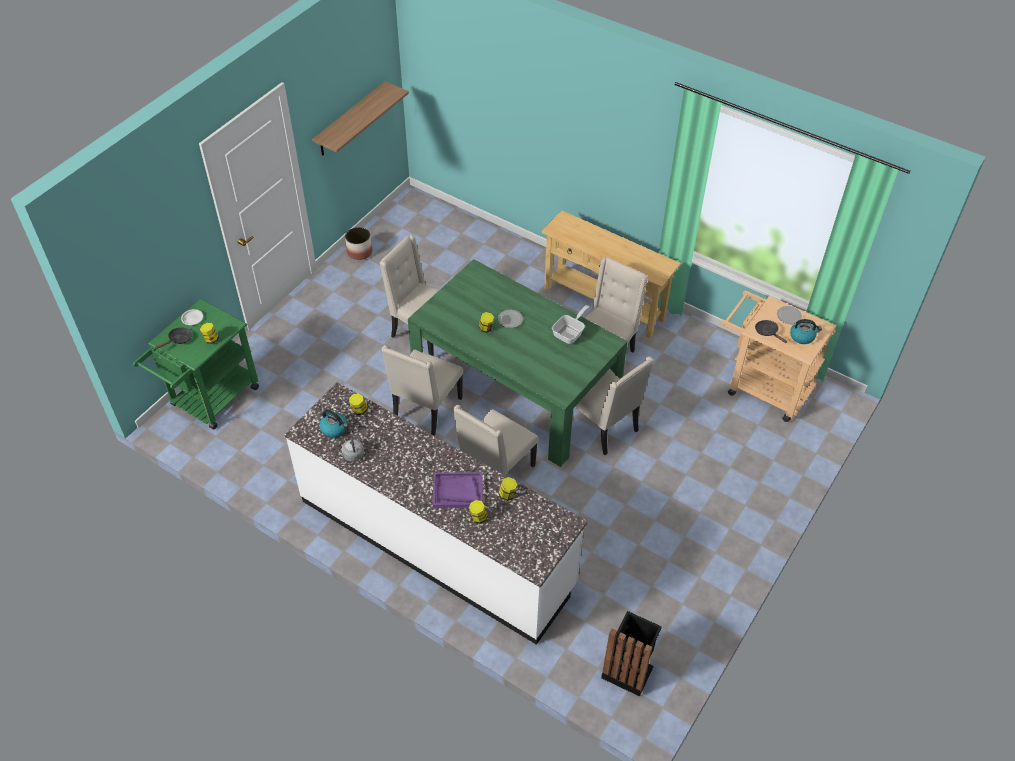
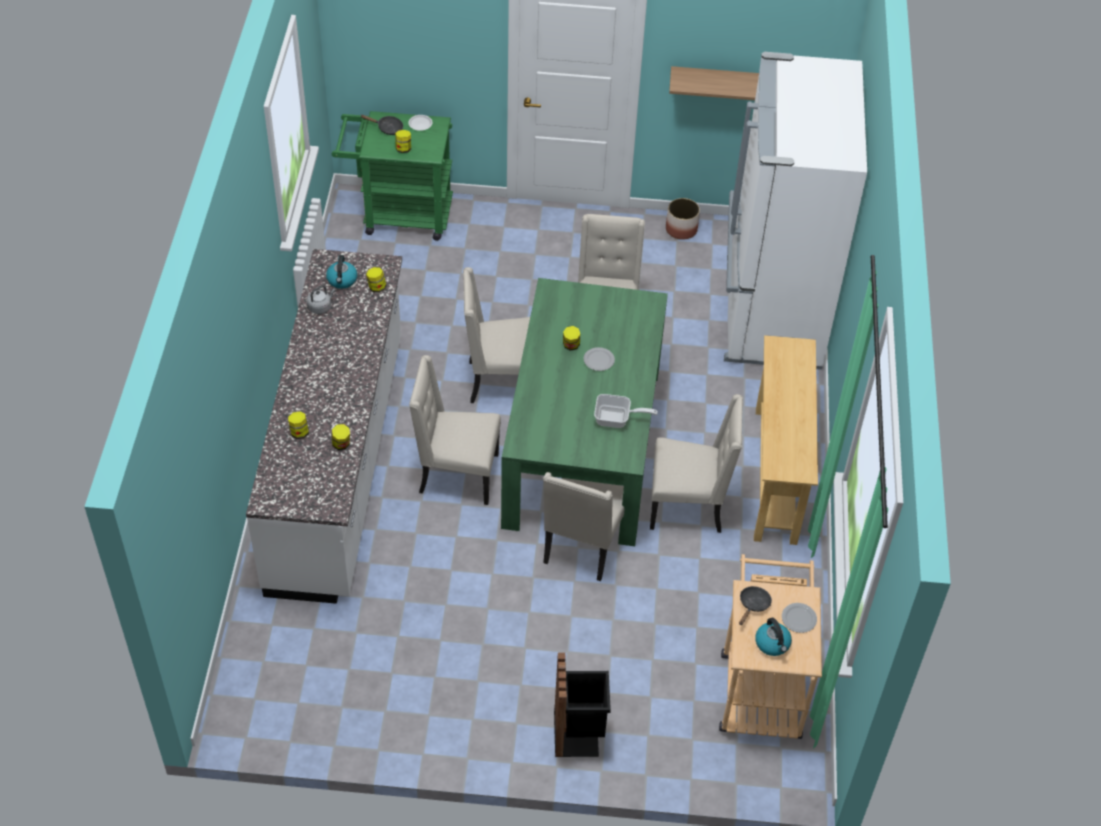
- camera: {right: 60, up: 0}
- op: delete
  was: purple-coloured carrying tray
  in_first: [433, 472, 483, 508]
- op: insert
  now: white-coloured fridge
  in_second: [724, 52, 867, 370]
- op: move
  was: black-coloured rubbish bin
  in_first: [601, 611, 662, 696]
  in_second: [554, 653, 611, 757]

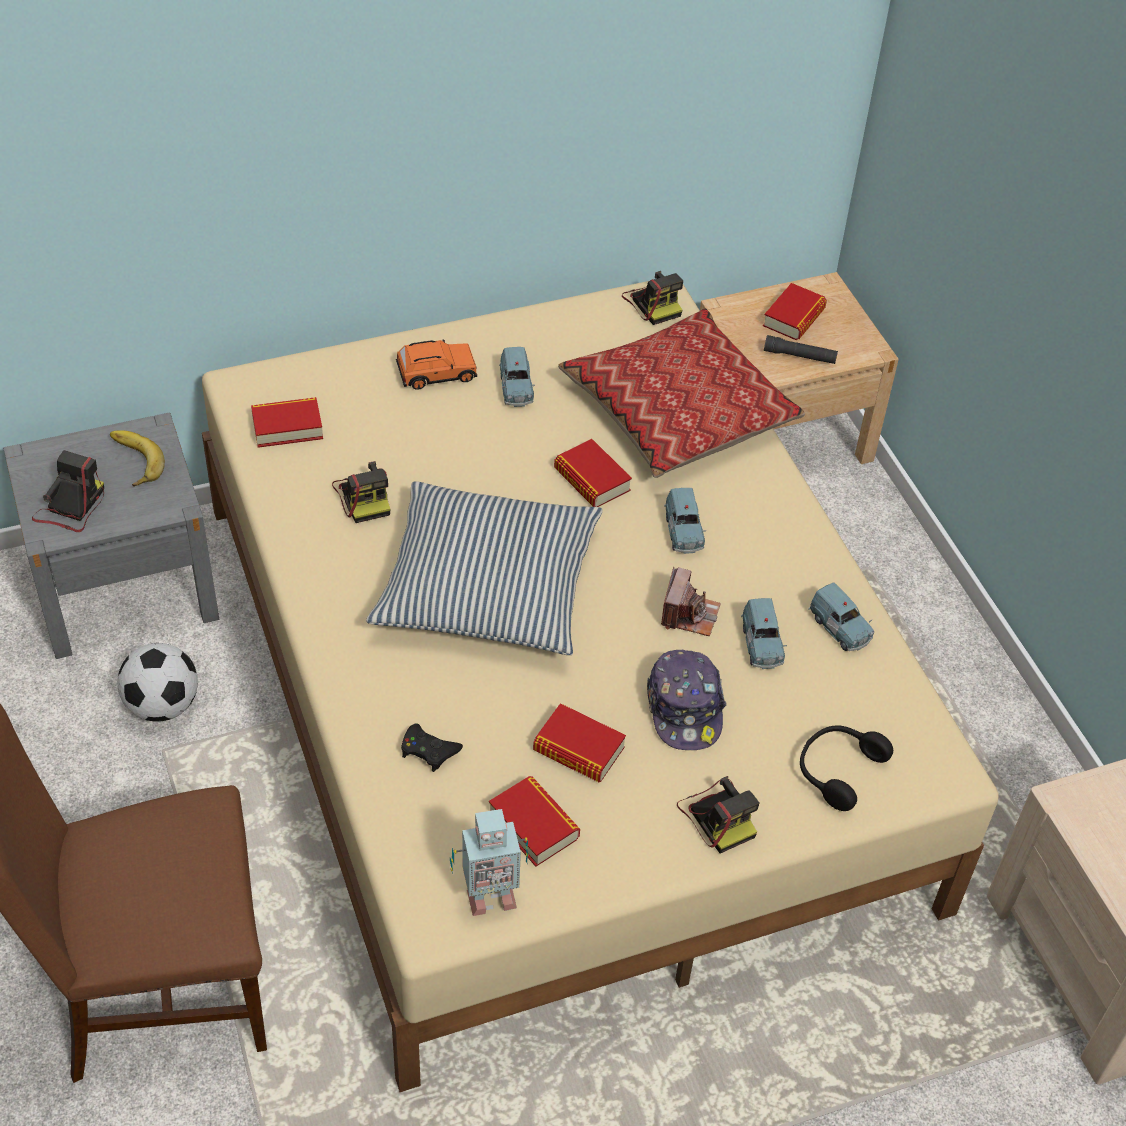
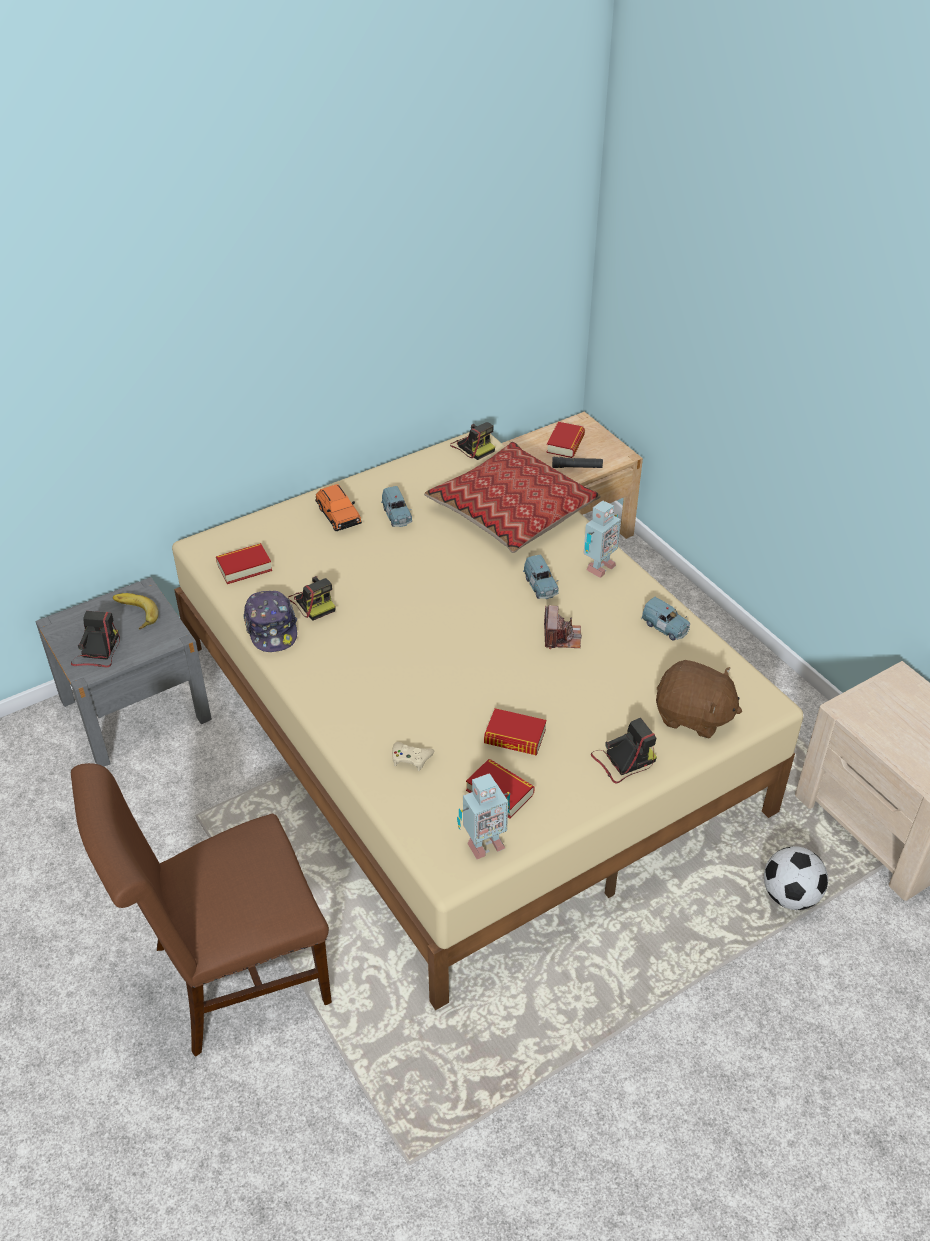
- camera: {right: -10, up: -5}
- op: delete
  was: throw pillow
  in_first: [366, 481, 603, 655]
- op: delete
  was: volume
  in_first: [554, 439, 632, 507]
- op: delete
  was: blue-coloured model car
  in_first: [741, 598, 787, 669]
- op: insert
  now: robot figure
  in_second: [583, 500, 621, 578]
- op: move
  was: football ball
  in_first: [117, 643, 198, 722]
  in_second: [764, 846, 828, 910]
- op: move
  was: peaked cap
  in_first: [647, 650, 726, 750]
  in_second: [243, 591, 298, 652]
- op: replace
  was: black-coloured pair of headphones
  now: brownish soft toy
  in_first: [800, 725, 893, 811]
  in_second: [656, 660, 742, 739]
- op: recolor
  was: black-coloured game controller
  now: beige game controller
  in_first: [401, 723, 463, 772]
  in_second: [392, 742, 434, 771]
- op: rotate
  was: orange model car
  in_first: [396, 339, 477, 390]
  in_second: [315, 484, 362, 531]
  clockwise: 90
- op: rotate
  was: photo camera
  in_first: [677, 776, 759, 853]
  in_second: [591, 718, 657, 783]
  clockwise: -75

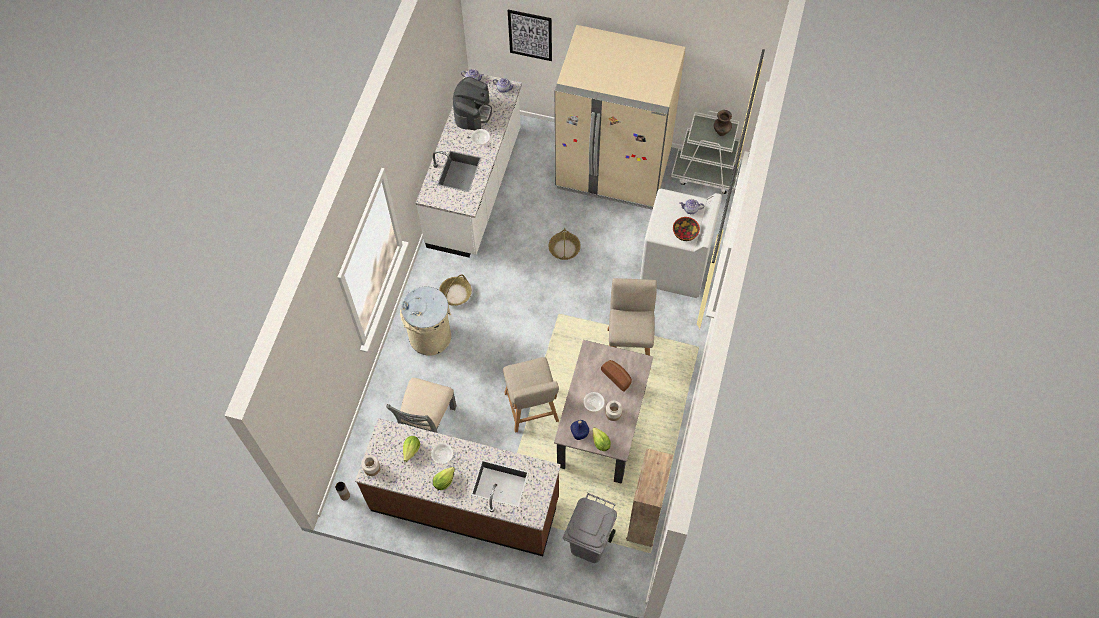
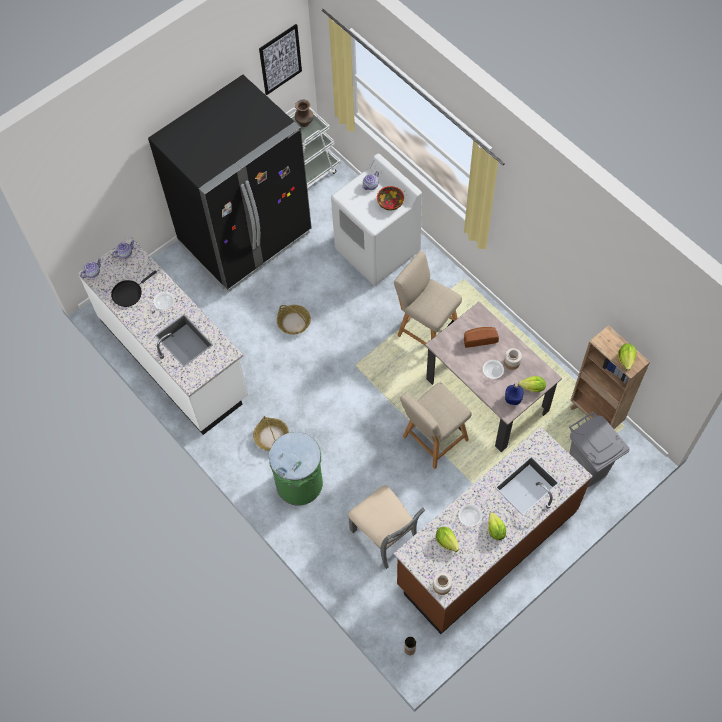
- camera: {right: -55, up: 0}
- op: insert
  now: head of lettuce
  in_second: [618, 343, 636, 371]
- op: move
  was: wall picture
  in_first: [508, 10, 552, 61]
  in_second: [259, 24, 302, 95]
- op: replace
  was: coffee maker
  now: black-coloured skillet
  in_first: [453, 77, 492, 130]
  in_second: [111, 271, 157, 307]
- op: recolor
  was: beige rubbish bin
  now: green-coloured rubbish bin
  in_first: [400, 286, 451, 356]
  in_second: [269, 432, 323, 505]
- op: recolor
  was: beige fridge
  now: black-coloured fridge
  in_first: [555, 25, 686, 210]
  in_second: [148, 75, 312, 293]
- op: rotate
  was: beige upright chair
  in_first: [503, 357, 559, 433]
  in_second: [400, 382, 471, 469]
  clockwise: 120

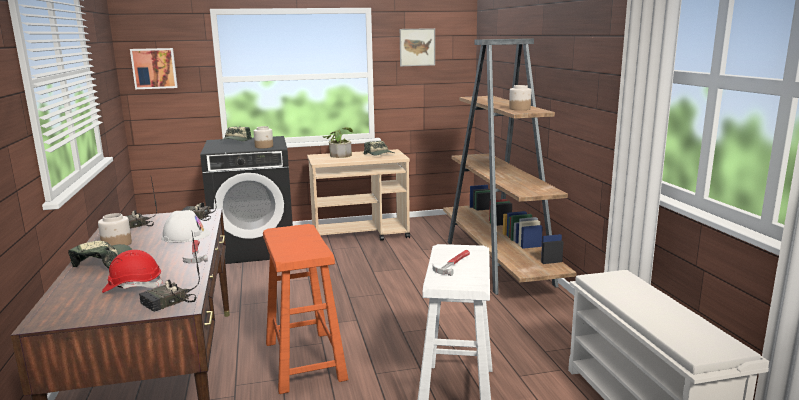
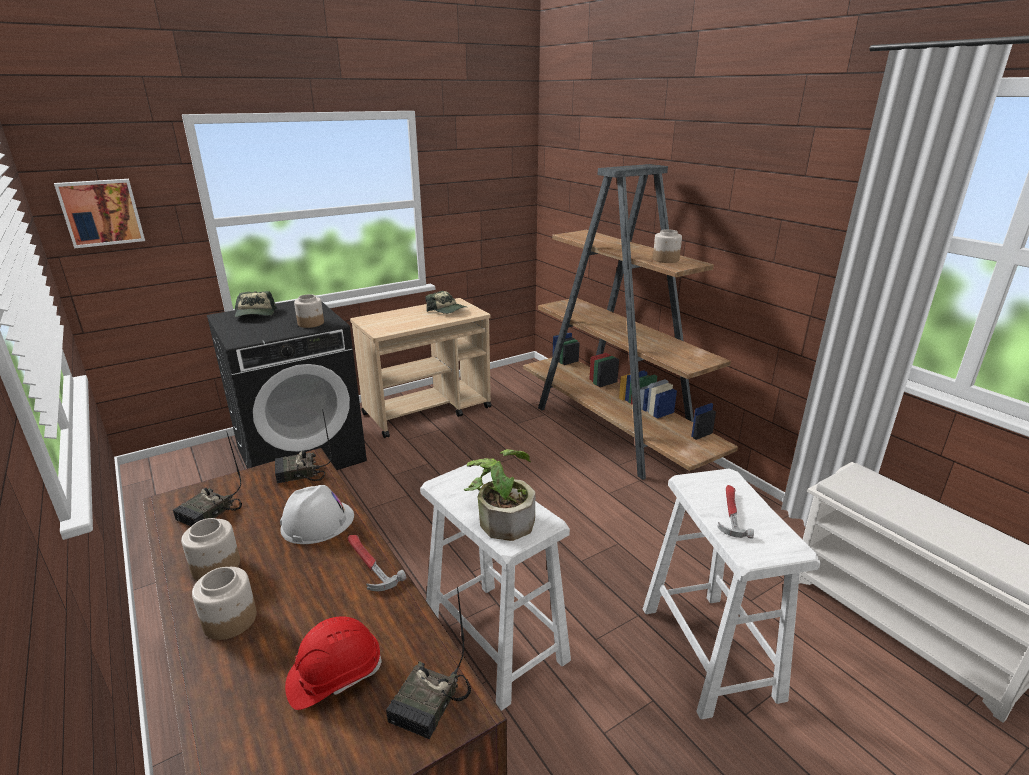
- camera: {right: -20, up: 10}
- op: delete
  was: wall picture
  in_first: [400, 28, 435, 66]
- op: move
  was: potted plant
  in_first: [323, 127, 353, 158]
  in_second: [463, 449, 535, 541]
- op: replace
  was: peaked cap
  now: storage jar
  in_first: [68, 241, 133, 269]
  in_second: [192, 567, 257, 640]
- op: recolor
  was: orange sitting stool
  now: white-coloured sitting stool
  in_first: [263, 224, 348, 394]
  in_second: [420, 465, 571, 711]

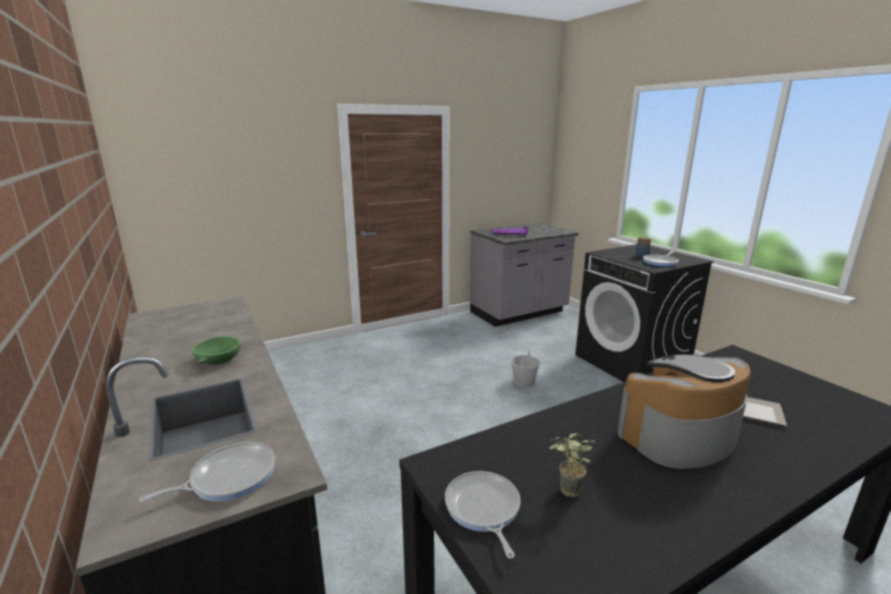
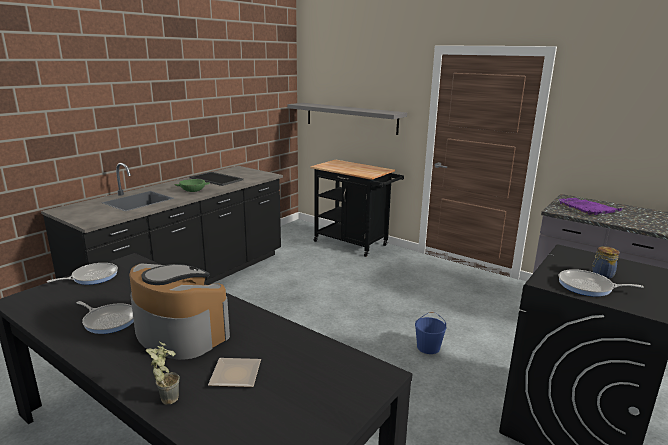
- camera: {right: 65, up: 0}
- op: insert
  now: carrying tray
  in_second: [190, 172, 243, 186]
- op: insert
  now: grey shelf
  in_second: [287, 103, 407, 135]
- op: insert
  now: black-coloured trolley
  in_second: [310, 160, 404, 257]
- op: move
  was: skillet
  in_first: [139, 442, 275, 502]
  in_second: [76, 301, 134, 334]
- op: move
  was: potted plant
  in_first: [549, 433, 596, 497]
  in_second: [145, 341, 180, 405]
- op: recolor
  was: white-coloured pail
  now: blue-coloured pail
  in_first: [511, 348, 540, 388]
  in_second: [415, 312, 446, 354]

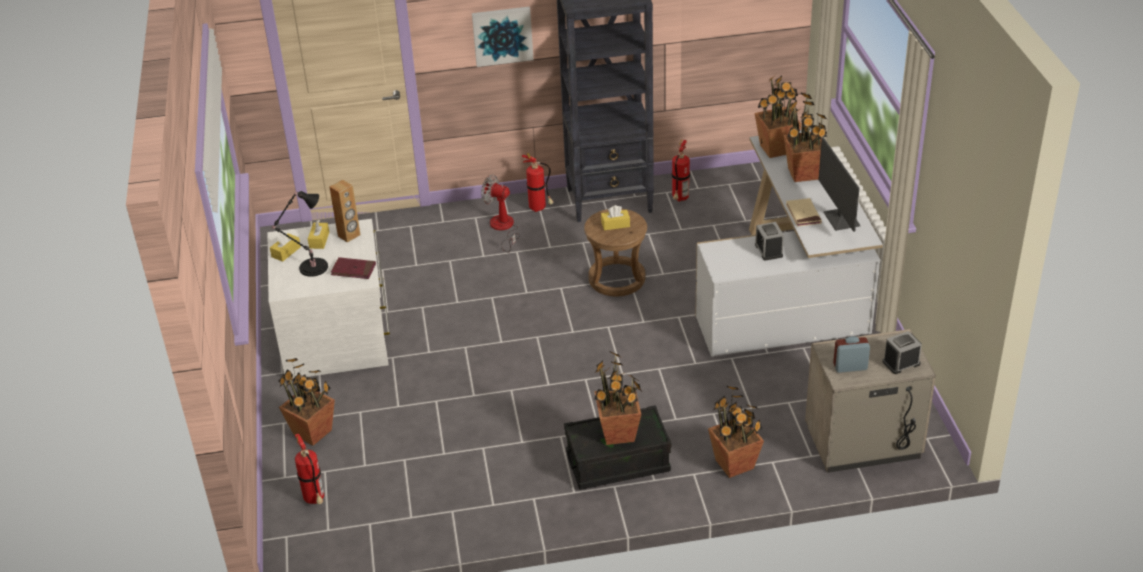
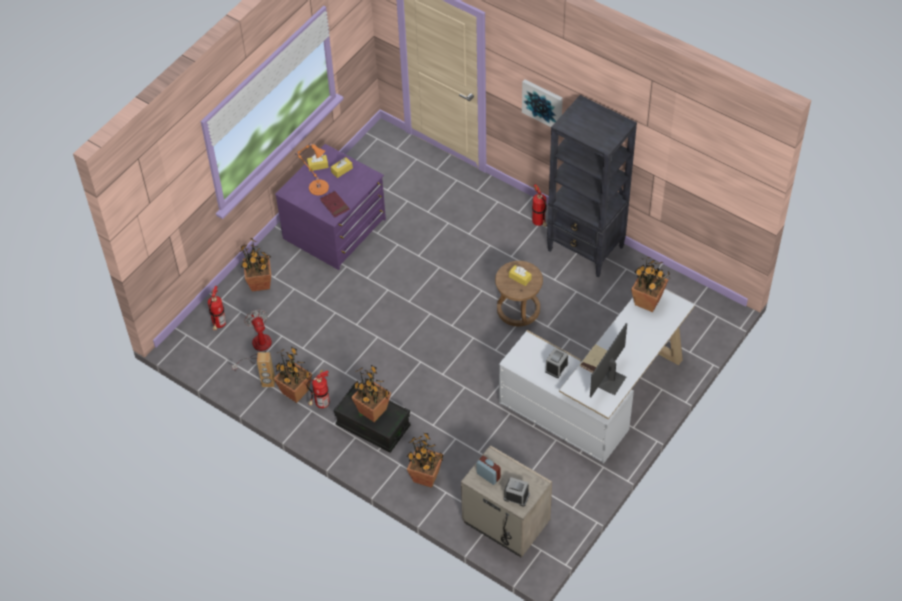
- camera: {right: 45, up: 15}
- op: move
  was: brownish loudspeaker
  in_first: [329, 180, 361, 243]
  in_second: [257, 352, 275, 387]
- op: move
  was: electric fan
  in_first: [481, 175, 520, 253]
  in_second: [232, 309, 272, 371]
- op: move
  was: extinguisher
  in_first: [672, 140, 690, 202]
  in_second: [306, 370, 330, 408]
- op: move
  was: potted plant
  in_first: [783, 93, 827, 182]
  in_second: [274, 346, 312, 403]
- op: recolor
  was: white-coloured chest of drawers
  now: purple-coloured chest of drawers
  in_first: [267, 219, 390, 378]
  in_second: [275, 144, 386, 270]
- op: recolor
  was: black-coloured lamp for a table
  now: orange lamp for a table
  in_first: [271, 191, 328, 277]
  in_second: [296, 143, 329, 195]

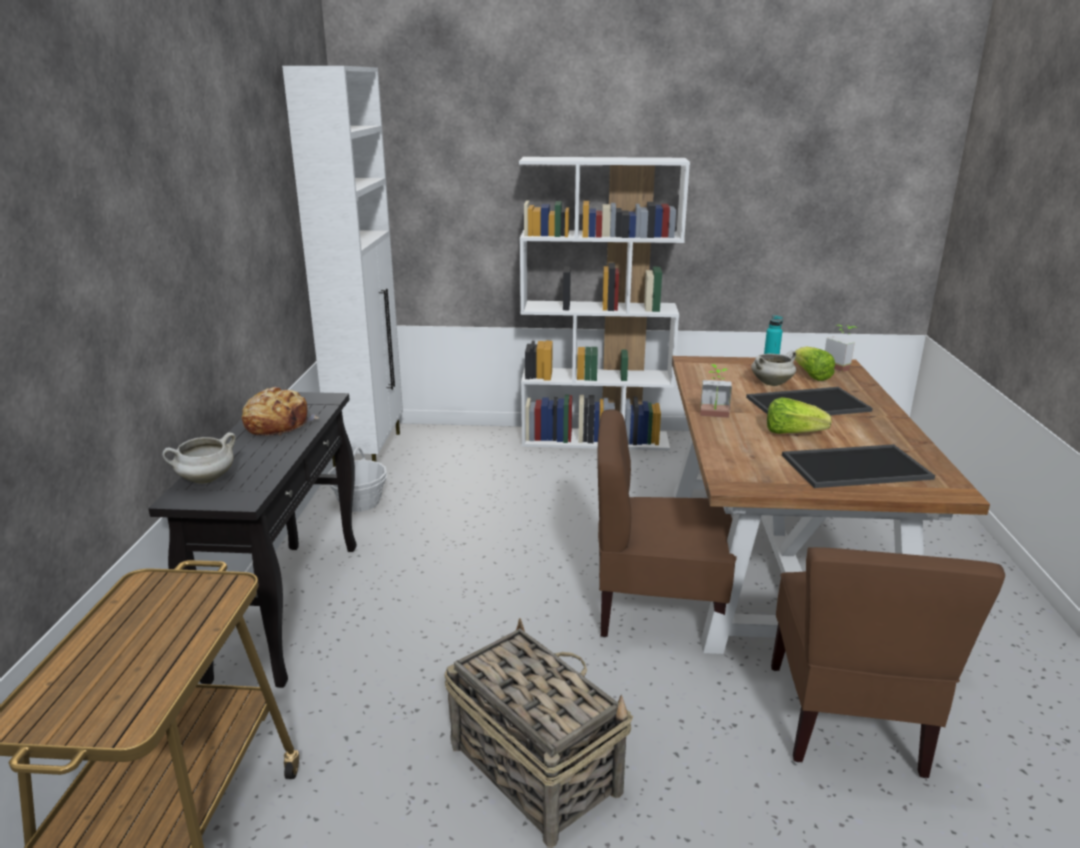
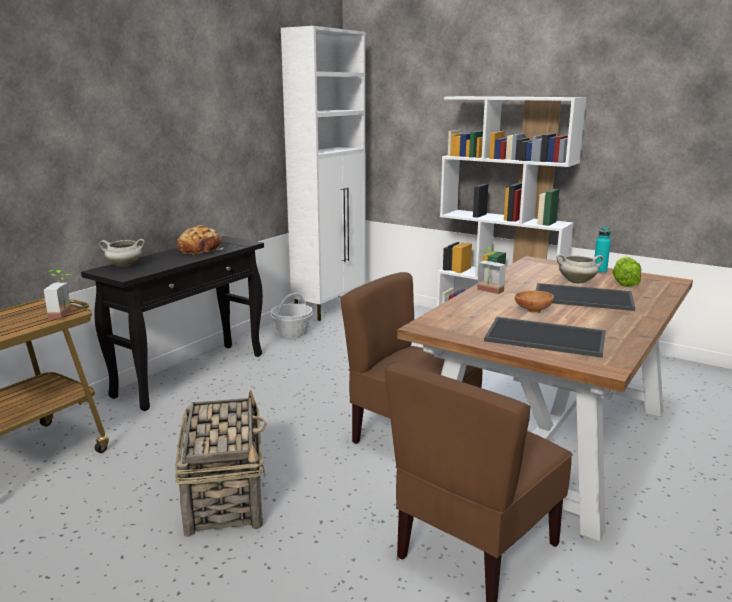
- camera: {right: 30, up: -5}
- op: move
  was: potted plant
  in_first: [825, 325, 857, 372]
  in_second: [43, 270, 71, 319]
- op: replace
  was: head of lettuce
  now: brownish bowl
  in_first: [767, 397, 832, 434]
  in_second: [515, 291, 554, 313]

